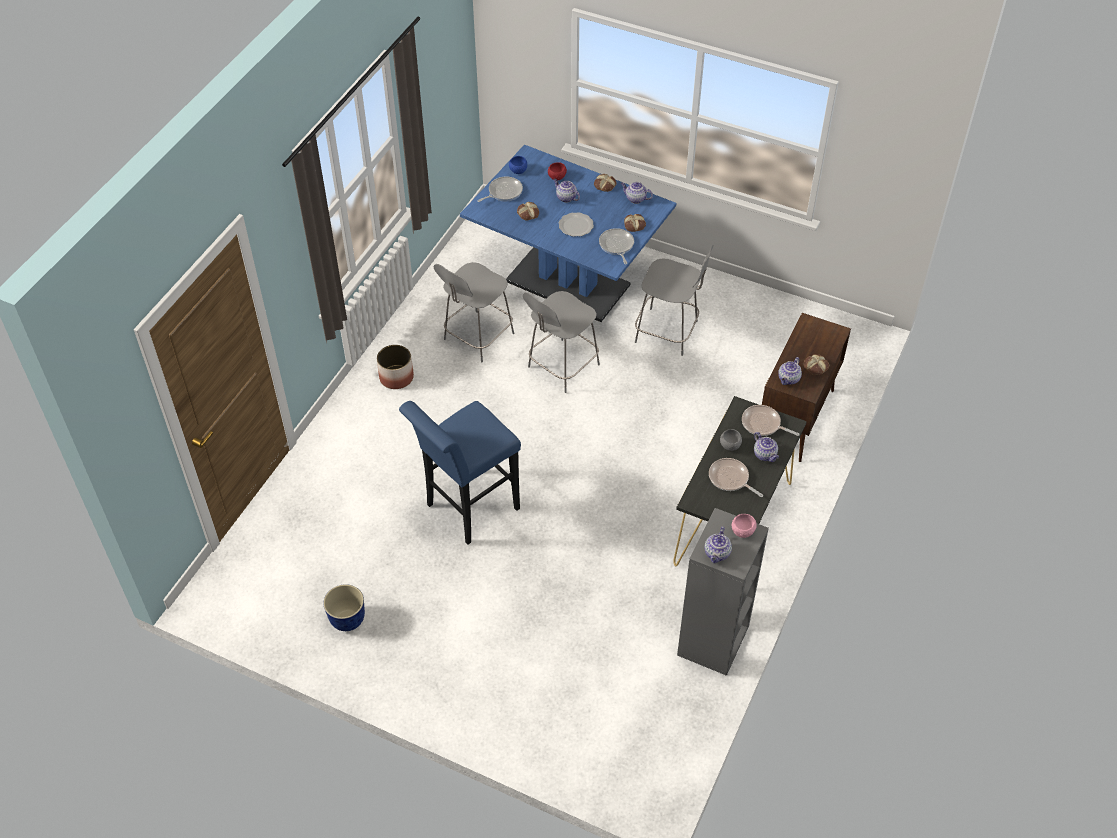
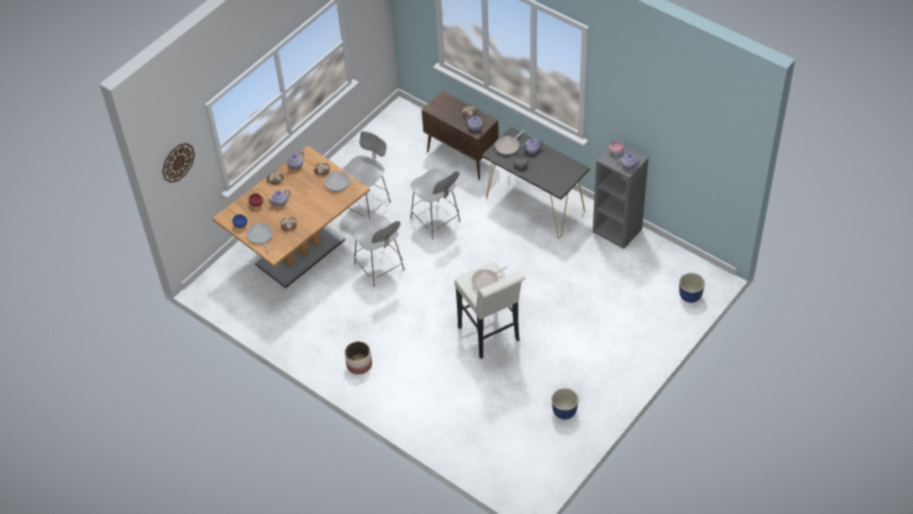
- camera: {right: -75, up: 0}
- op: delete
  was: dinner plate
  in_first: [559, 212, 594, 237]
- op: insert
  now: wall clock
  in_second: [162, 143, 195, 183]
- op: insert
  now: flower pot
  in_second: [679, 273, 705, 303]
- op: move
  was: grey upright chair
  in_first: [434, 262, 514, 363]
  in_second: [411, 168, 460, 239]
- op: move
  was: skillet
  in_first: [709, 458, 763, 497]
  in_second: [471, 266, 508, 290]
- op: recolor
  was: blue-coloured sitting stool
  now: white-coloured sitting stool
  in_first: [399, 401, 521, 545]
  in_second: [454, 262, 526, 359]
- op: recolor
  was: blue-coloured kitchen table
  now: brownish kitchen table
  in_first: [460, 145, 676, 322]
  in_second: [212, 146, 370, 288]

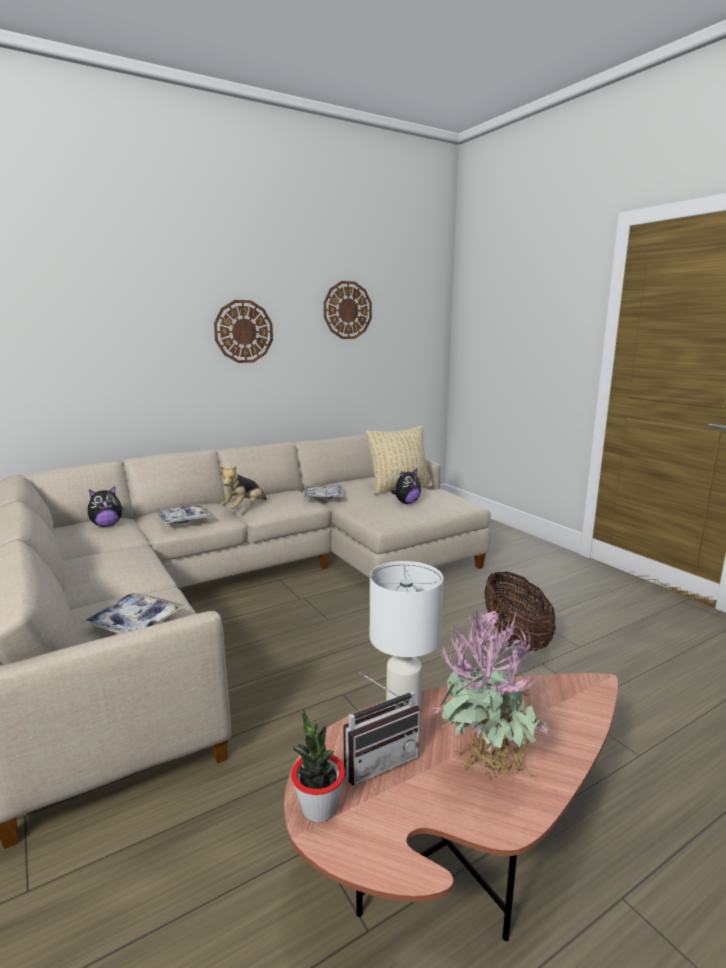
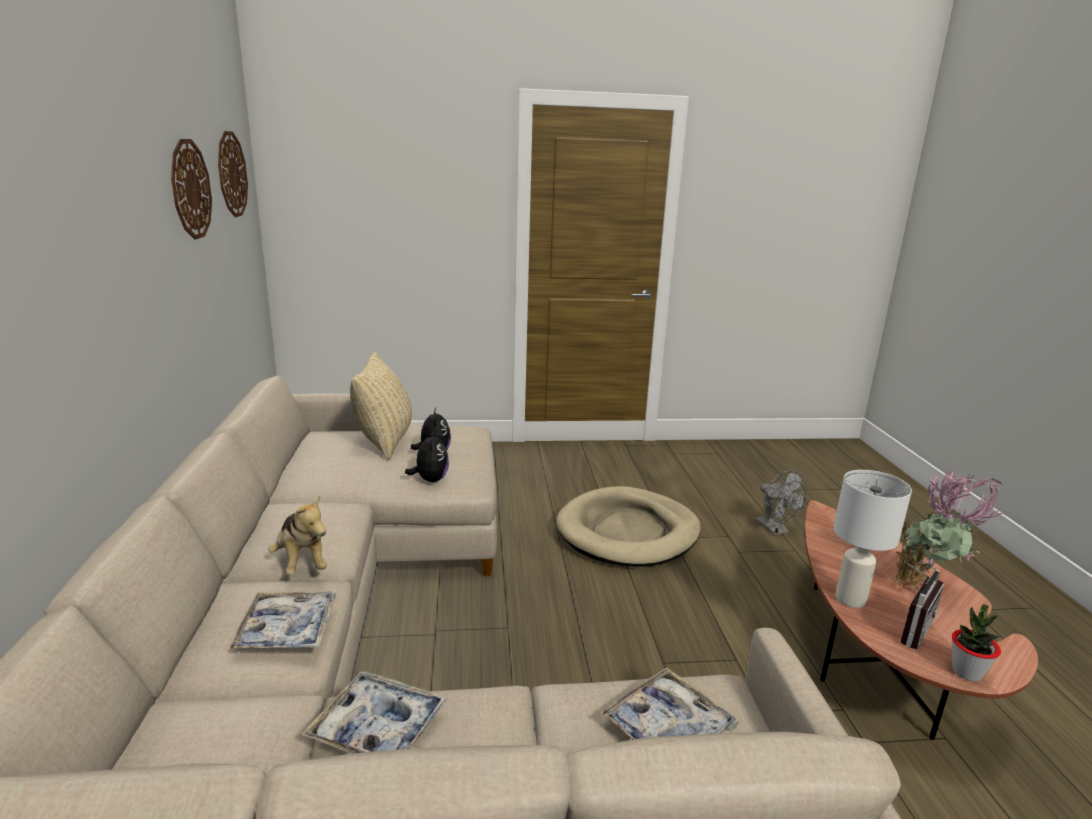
- camera: {right: -65, up: 5}
- op: insert
  now: grey electric fan
  in_second: [755, 471, 807, 536]
- op: move
  was: soft toy
  in_first: [88, 486, 124, 527]
  in_second: [405, 430, 449, 482]
- op: move
  was: wall clock
  in_first: [214, 300, 273, 363]
  in_second: [218, 131, 248, 217]
- op: move
  was: carrying tray
  in_first: [304, 485, 344, 499]
  in_second: [301, 671, 448, 754]
- op: replace
  was: household basket
  now: beige pet bed
  in_first: [484, 571, 556, 651]
  in_second: [556, 486, 701, 567]
- op: rotate
  was: radio receiver
  in_first: [344, 672, 420, 785]
  in_second: [901, 561, 944, 649]
  clockwise: 45

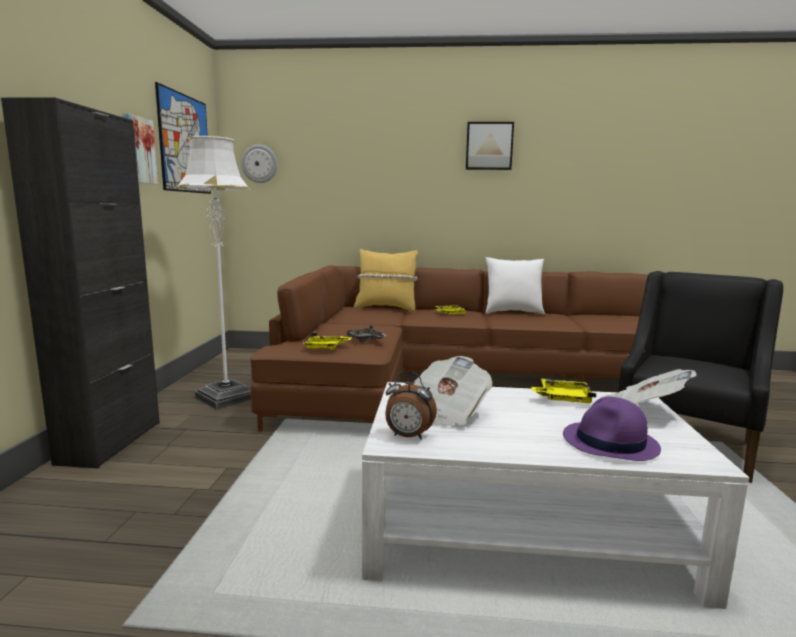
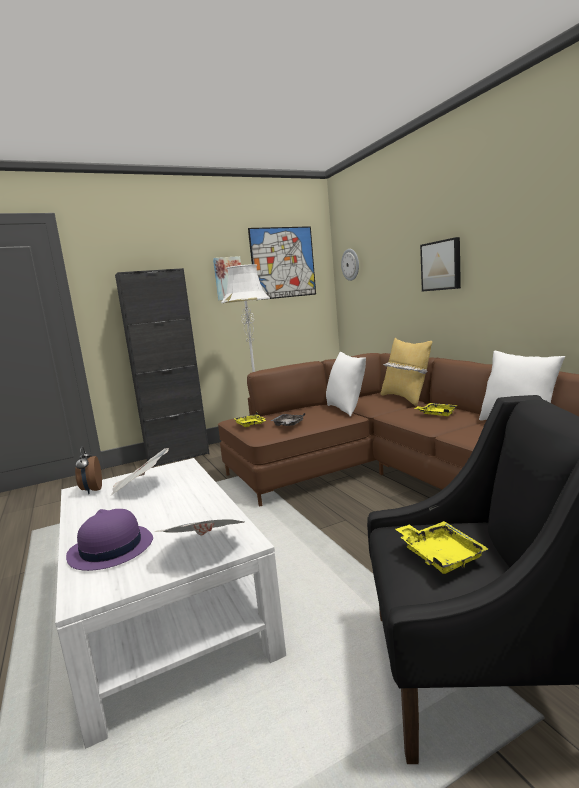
- camera: {right: 60, up: 0}
- op: insert
  now: white-coloured throw pillow
  in_second: [326, 352, 366, 417]
- op: move
  was: wall picture
  in_first: [466, 122, 514, 170]
  in_second: [420, 237, 461, 292]
- op: move
  was: yellowish carrying tray
  in_first: [531, 379, 596, 403]
  in_second: [395, 521, 488, 574]

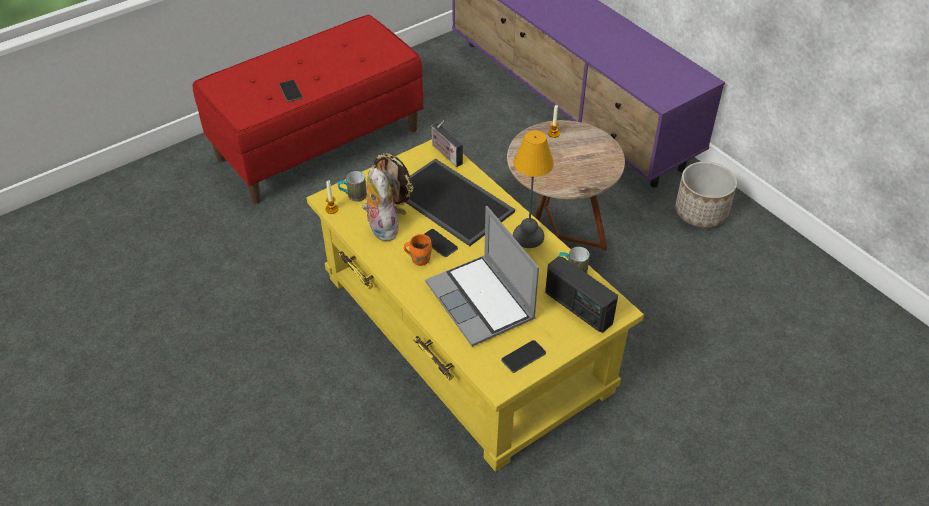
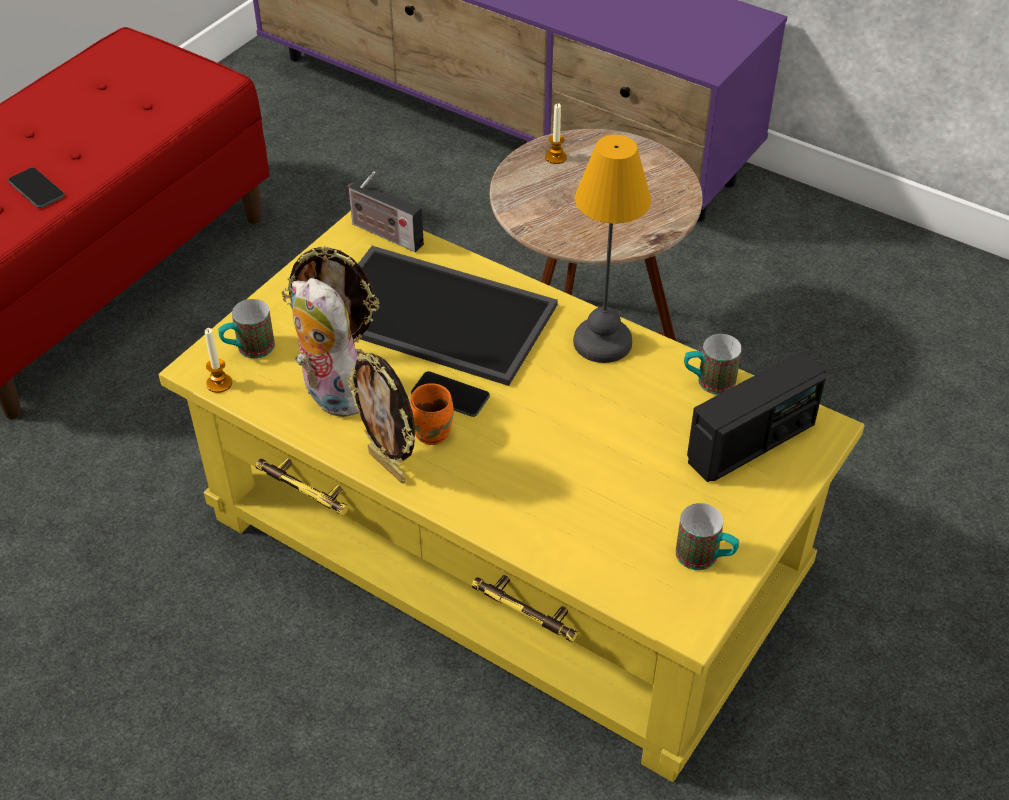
- camera: {right: -20, up: 0}
- op: delete
  was: portable computer
  in_first: [425, 206, 539, 347]
- op: delete
  was: flower pot
  in_first: [675, 161, 737, 228]
- op: insert
  now: picture frame
  in_second: [347, 353, 415, 483]
- op: replace
  was: telephone
  now: tea mug
  in_first: [501, 340, 546, 373]
  in_second: [676, 503, 739, 570]
- op: rotate
  was: radio receiver
  in_first: [545, 256, 618, 333]
  in_second: [687, 353, 826, 482]
  clockwise: -60

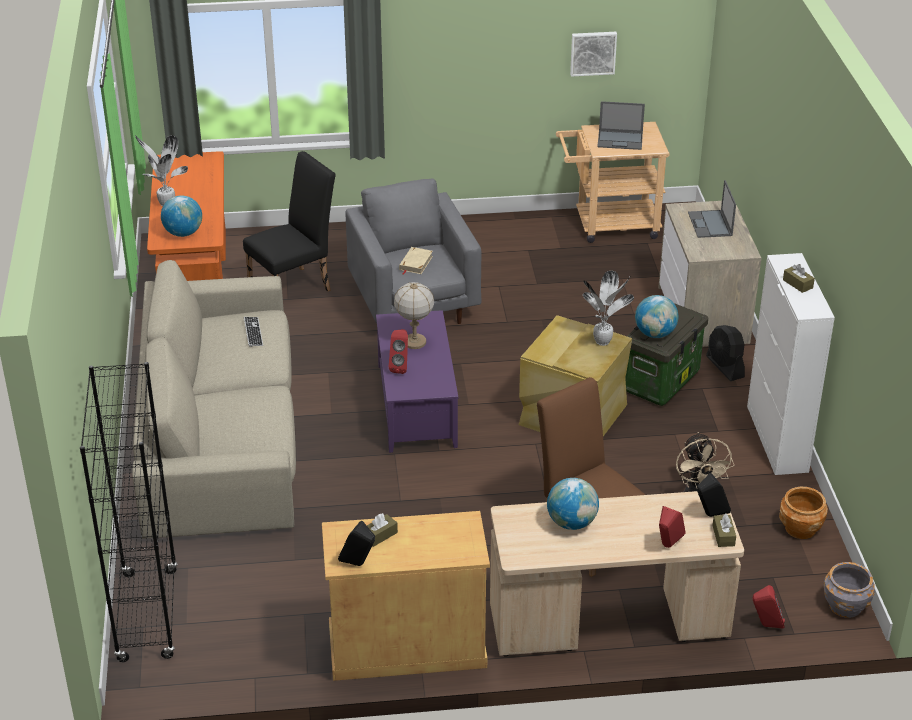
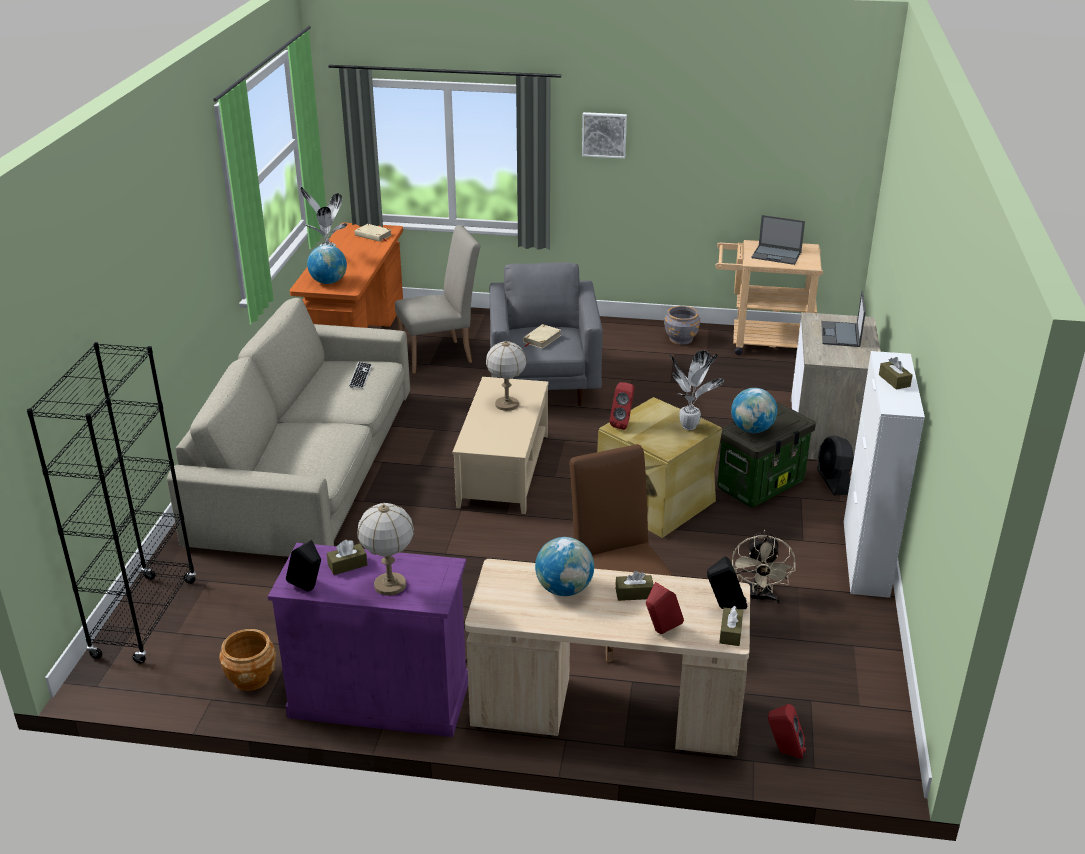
- camera: {right: 15, up: -5}
- op: insert
  now: beige volume
  in_second: [355, 224, 391, 242]
- op: insert
  now: lamp for a table
  in_second: [357, 503, 414, 595]
- op: insert
  now: brownish tissue holder
  in_second: [616, 571, 654, 601]
- op: move
  was: reddish loudspeaker
  in_first: [389, 329, 408, 374]
  in_second: [609, 382, 635, 430]
- op: move
  was: wall picture
  in_first: [570, 32, 617, 77]
  in_second: [582, 112, 627, 159]
- op: move
  was: brownish flower pot
  in_first: [779, 487, 828, 539]
  in_second: [219, 629, 276, 691]
- op: move
  was: grey flower pot
  in_first: [824, 562, 875, 618]
  in_second: [664, 306, 700, 345]
- op: recolor
  was: black-coloured upright chair
  now: beige upright chair
  in_first: [243, 151, 336, 291]
  in_second: [395, 225, 481, 374]
- op: recolor
  was: beige storage cabinet
  now: purple-coloured storage cabinet
  in_first: [322, 511, 490, 681]
  in_second: [268, 543, 468, 737]
- op: recolor
  was: purple-coloured lounge table
  now: beige lounge table
  in_first: [376, 310, 458, 453]
  in_second: [453, 377, 548, 514]

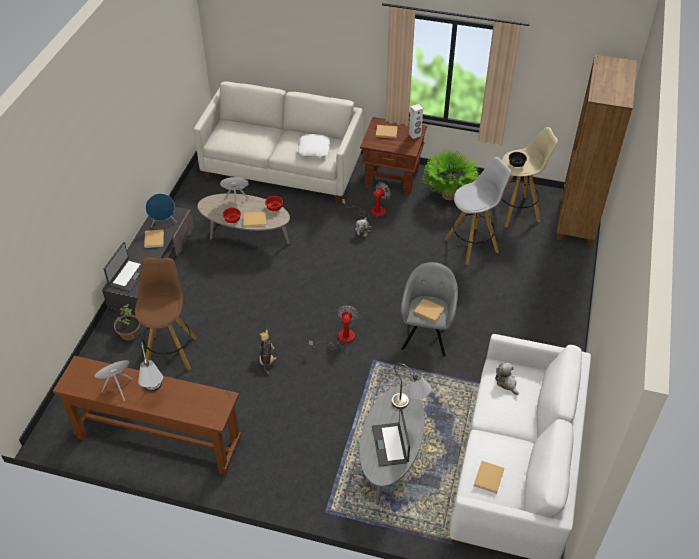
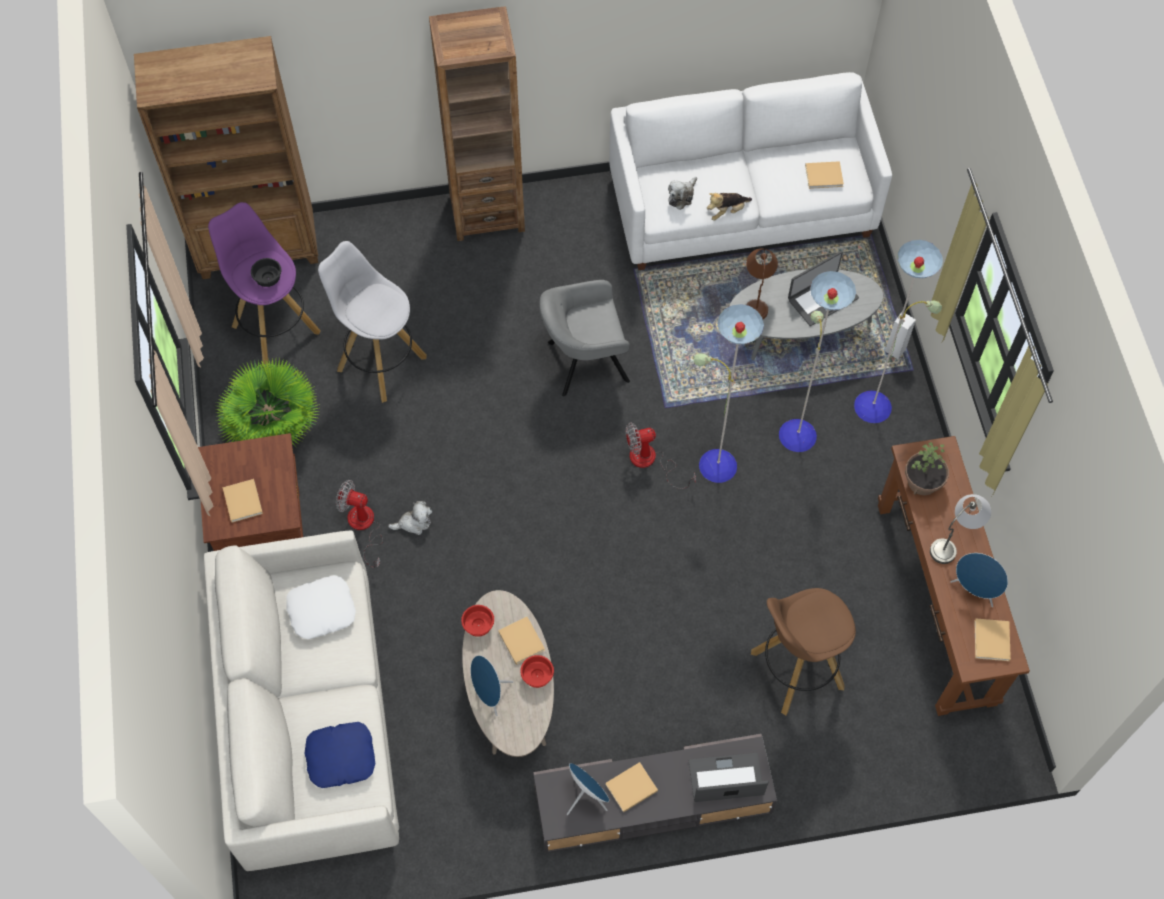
- camera: {right: -115, up: 15}
- op: insert
  now: blue-coloured throw pillow
  in_second: [305, 722, 375, 788]
- op: insert
  now: brownish bookcase
  in_second: [429, 6, 525, 241]
- op: insert
  now: floor lamp
  in_second: [694, 240, 943, 483]
- op: move
  was: potted plant
  in_first: [114, 304, 140, 341]
  in_second: [905, 442, 949, 495]
- op: move
  was: soft toy
  in_first: [259, 329, 276, 376]
  in_second: [707, 193, 752, 221]
- op: move
  was: white-coloured loudspeaker
  in_first: [409, 104, 423, 139]
  in_second: [885, 312, 916, 359]
- op: move
  was: beige volume
  in_first: [414, 298, 445, 322]
  in_second: [974, 618, 1011, 661]
- op: recolor
  was: grey lamp for a table
  now: brownish lamp for a table
  in_first: [392, 363, 431, 409]
  in_second: [746, 248, 778, 319]
- op: recolor
  was: beige sitting stool
  now: purple-coloured sitting stool
  in_first: [501, 127, 558, 228]
  in_second: [208, 202, 321, 364]

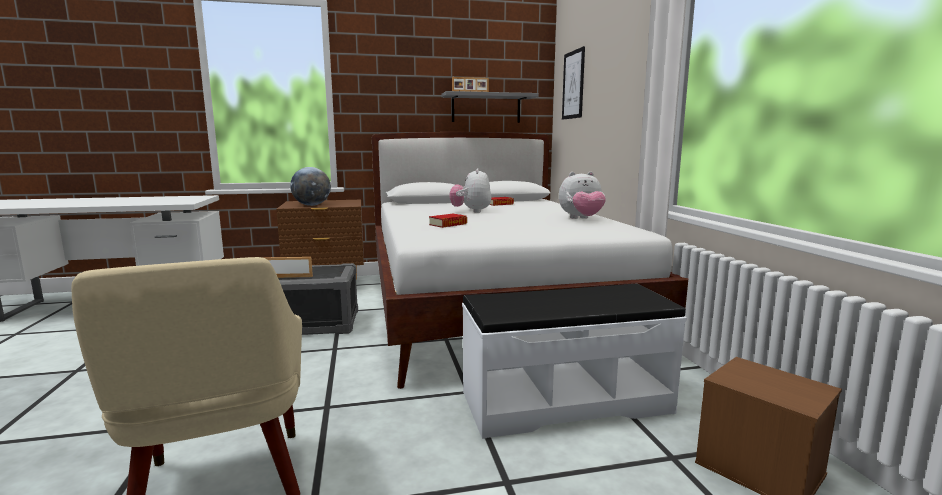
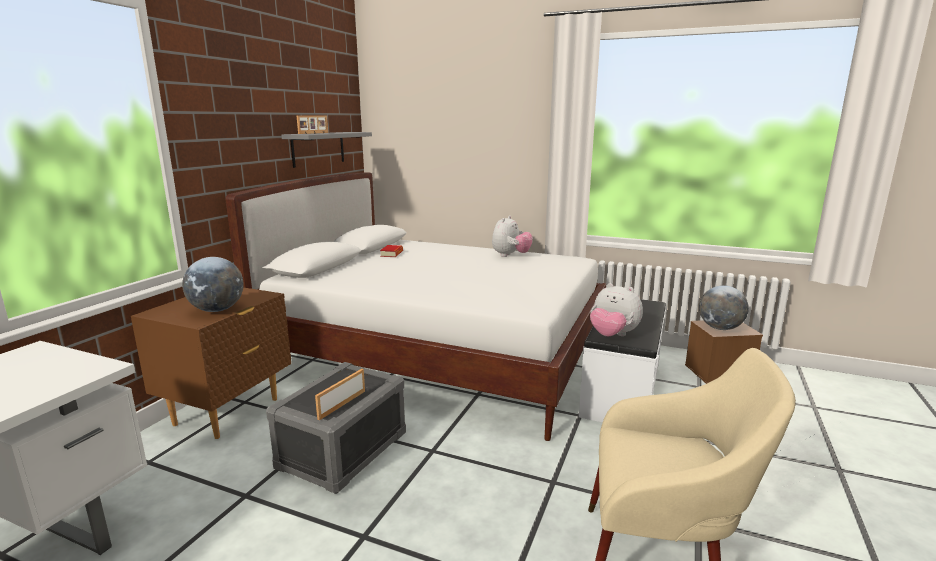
- camera: {right: -55, up: 5}
- op: delete
  was: volume
  in_first: [429, 214, 467, 228]
- op: delete
  was: wall picture
  in_first: [562, 46, 585, 120]
- op: insert
  now: desk globe
  in_second: [699, 286, 749, 330]
- op: move
  was: soft toy
  in_first: [449, 168, 491, 213]
  in_second: [590, 283, 643, 336]

